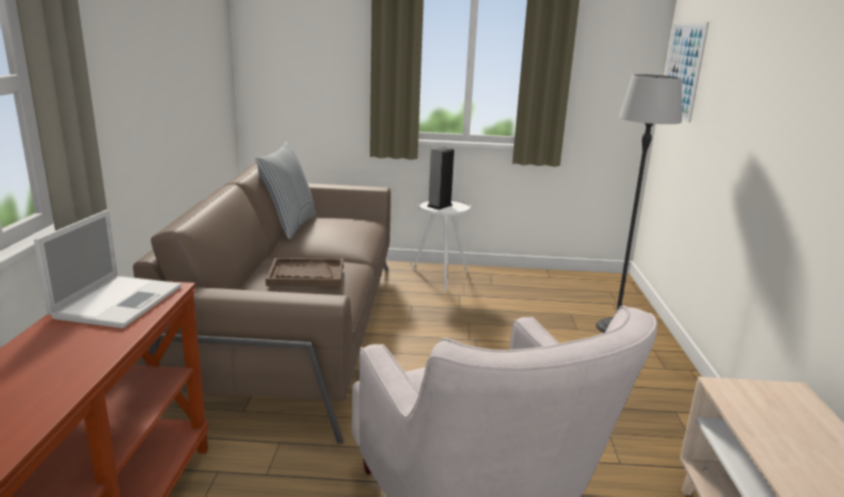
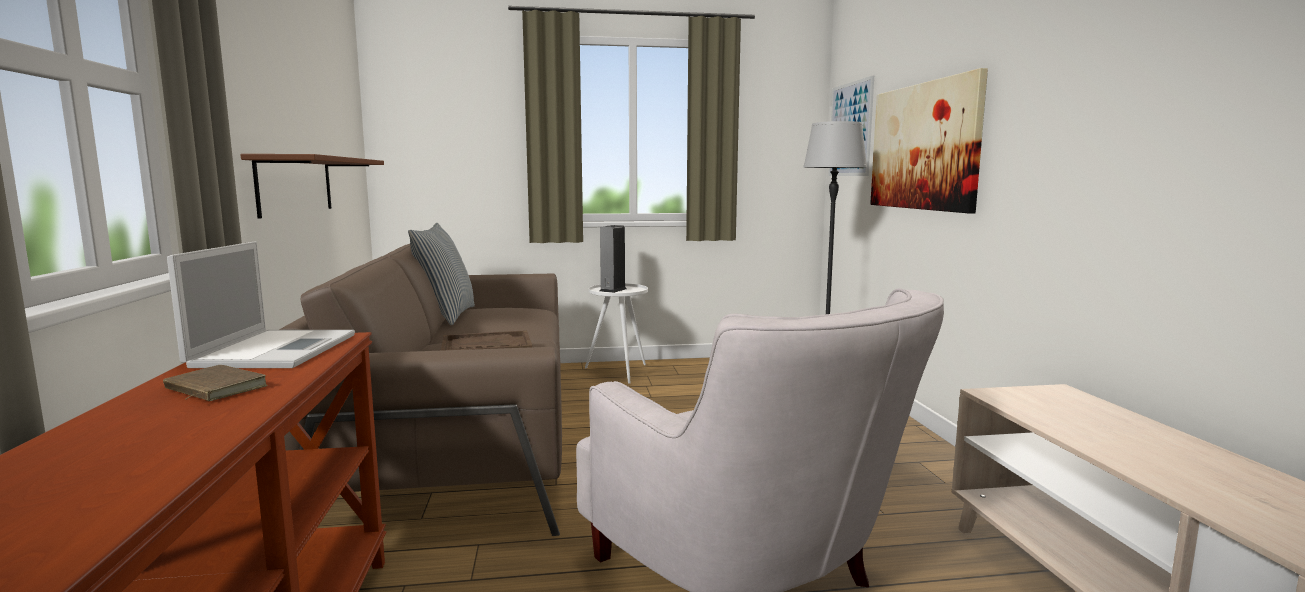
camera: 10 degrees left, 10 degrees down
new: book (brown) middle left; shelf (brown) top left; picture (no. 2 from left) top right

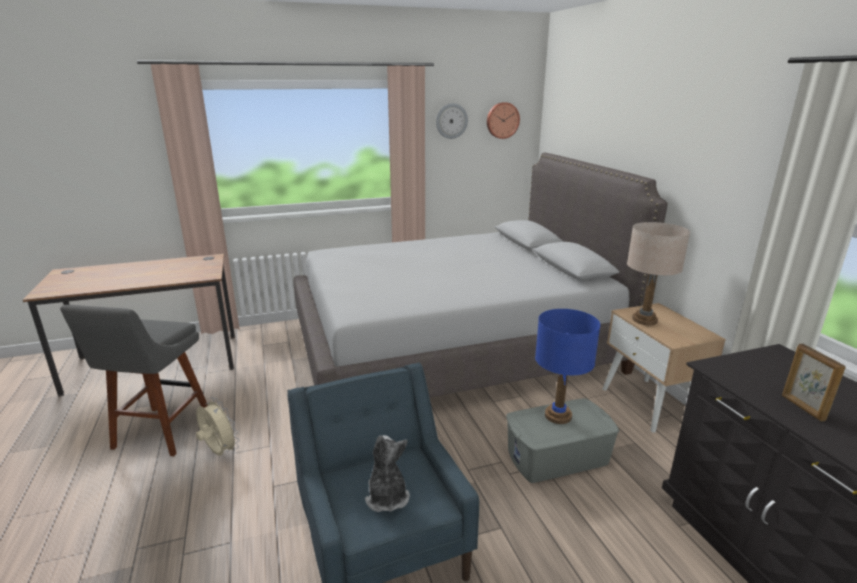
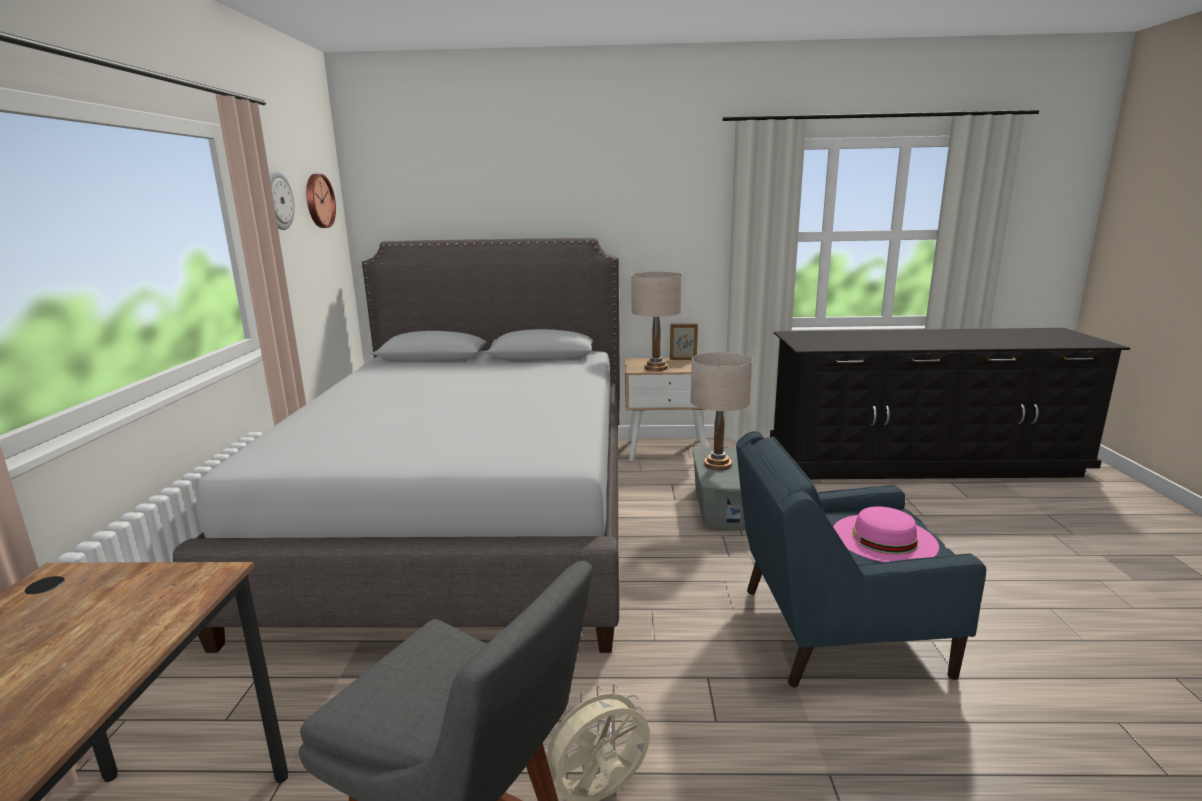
camera: 70 degrees left, 5 degrees down
shifted: picture frame middle right to centre
swapped: plush toy bottom centre to hat (pink) bottom right
repainted: table lamp (blue) centre to table lamp (beige) (no. 2 from left) centre

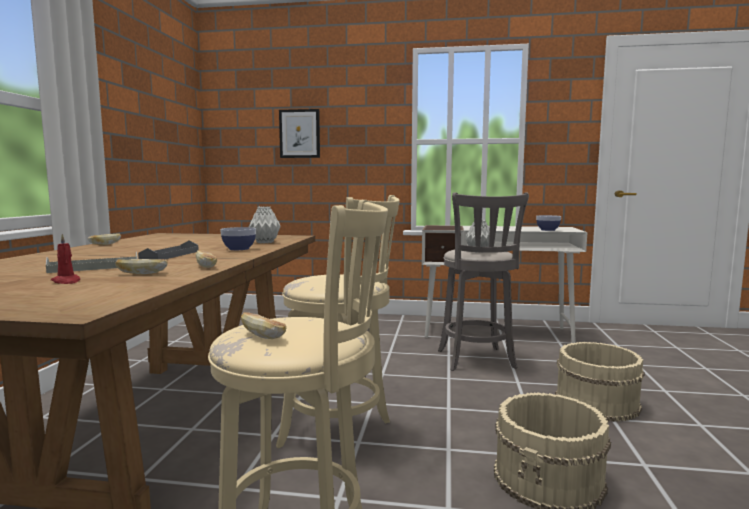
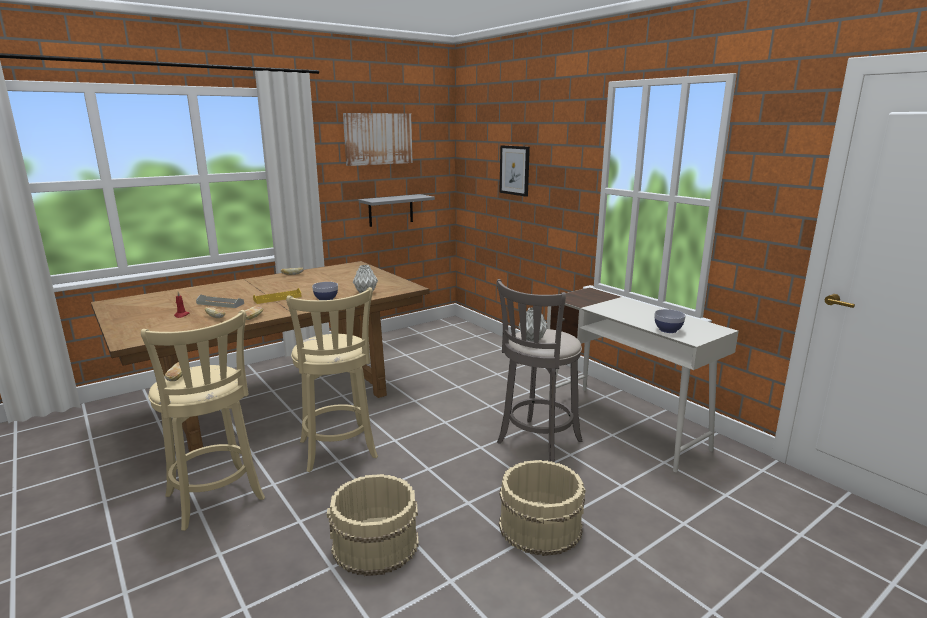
camera: 45 degrees right, 10 degrees up
new: picture (no. 1 from left) top centre; shelf (grey) centre
repainted: tray (grey) (no. 2 from left) middle left to tray (yellow) middle left

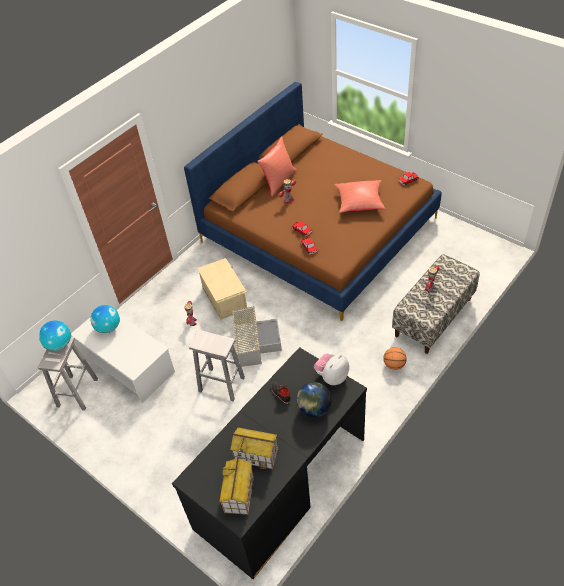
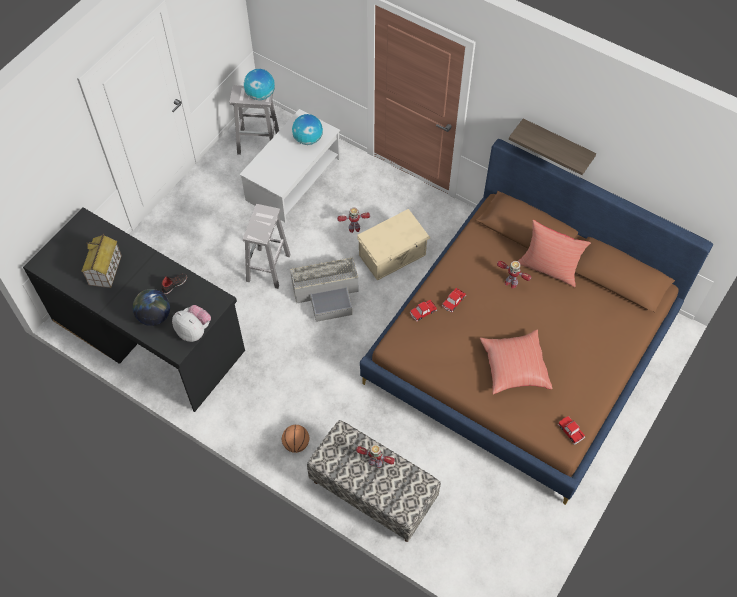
camera: 80 degrees right, 10 degrees up
gone: toy house (no. 1 from left) bottom centre
new: shelf top right

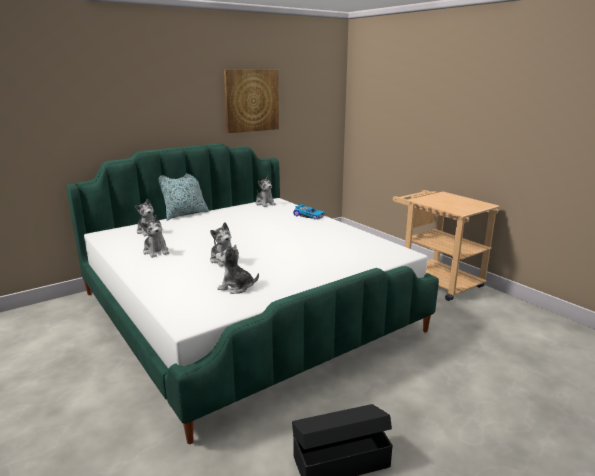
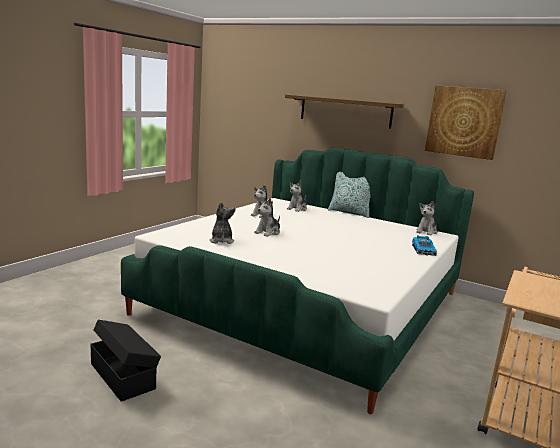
camera: 65 degrees right, 5 degrees down
new: shelf top centre

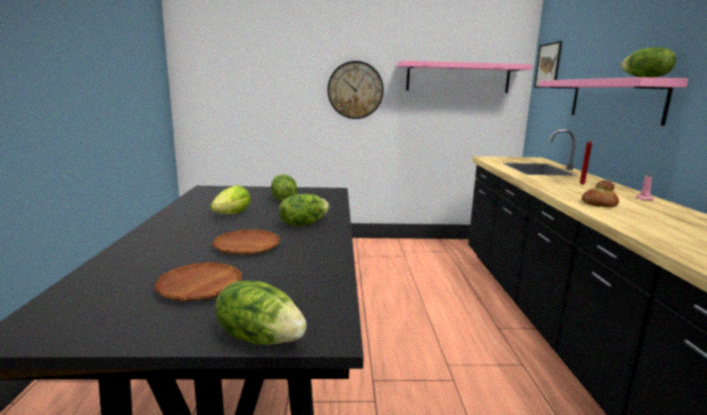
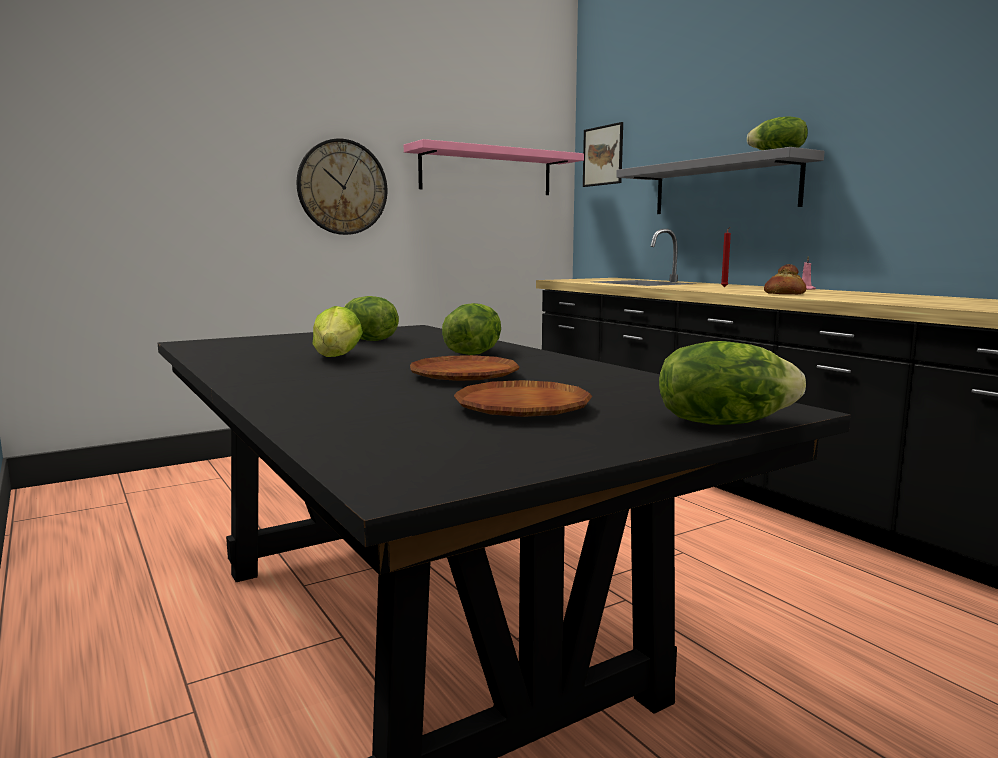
camera: 30 degrees left, 5 degrees down
repainted: shelf (pink) (no. 2 from left) top right to shelf (grey) top right

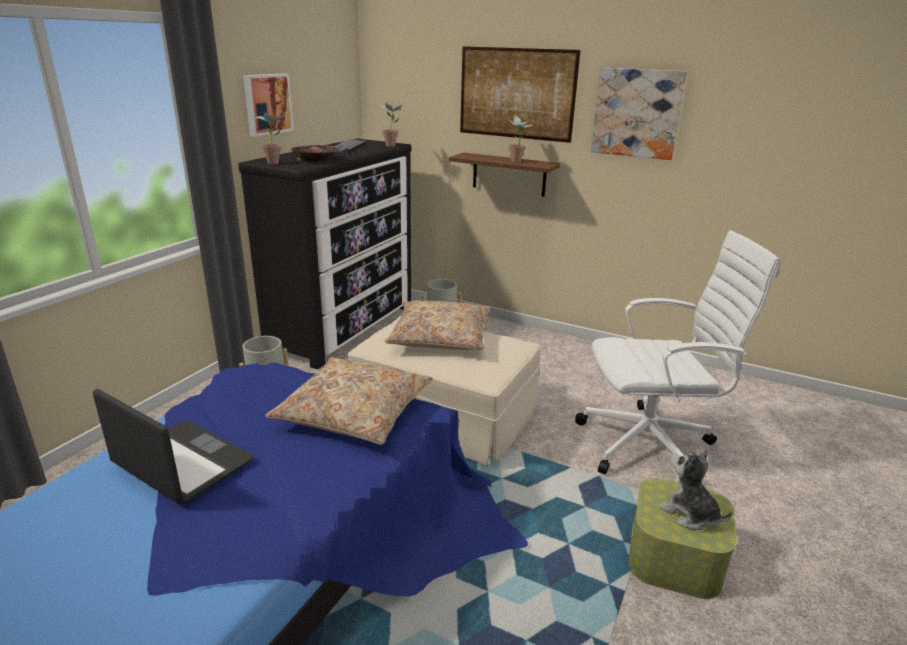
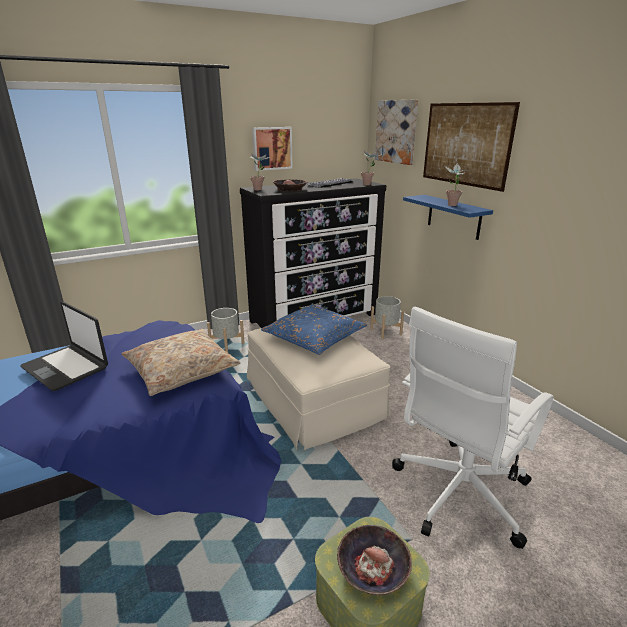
camera: 35 degrees right, 0 degrees up
shifted: picture (no. 3 from left in the first image) top right to picture (no. 2 from left) top centre
swapped: plush toy bottom right to bowl (no. 2 from left) bottom centre
repainted: pillow (beige) (no. 2 from left) centre to pillow (blue) centre; shelf (brown) top centre to shelf (blue) middle right
rotated: laptop bottom left = middle left 150 degrees clockwise; office chair (white) middle right = bottom right 105 degrees clockwise

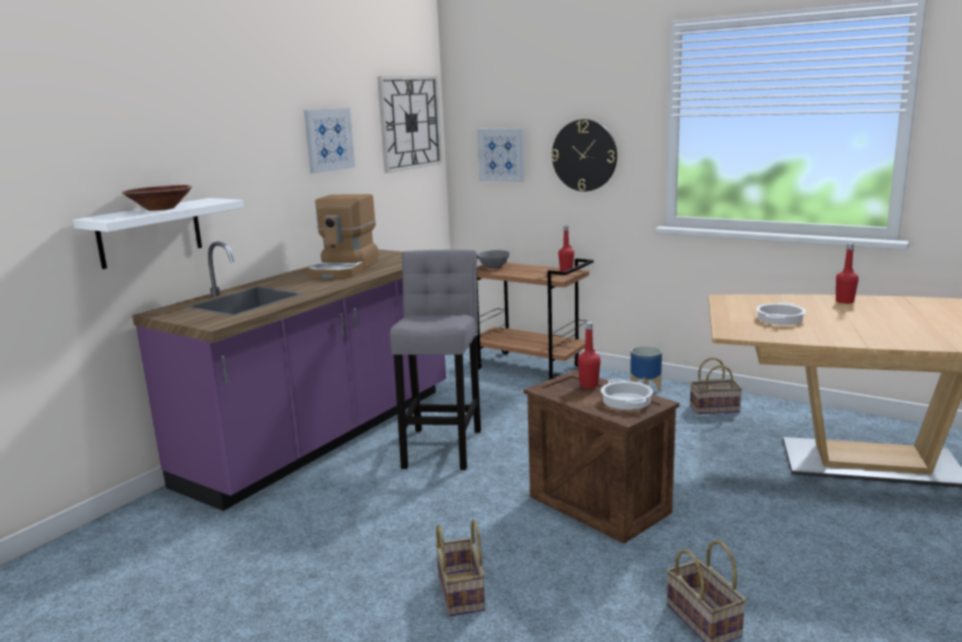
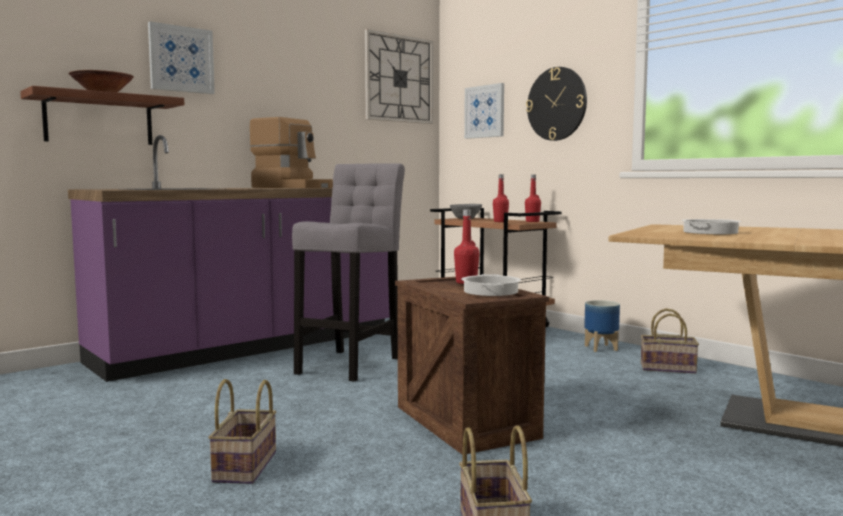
camera: 15 degrees right, 10 degrees down
shifted: picture (no. 1 from left) top centre to top left; bottle (red) (no. 3 from left in the first image) middle right to bottle (red) (no. 2 from left) centre
repainted: shelf (white) middle left to shelf (brown) top left
rotated: coffee machine centre = top centre 90 degrees counterclockwise

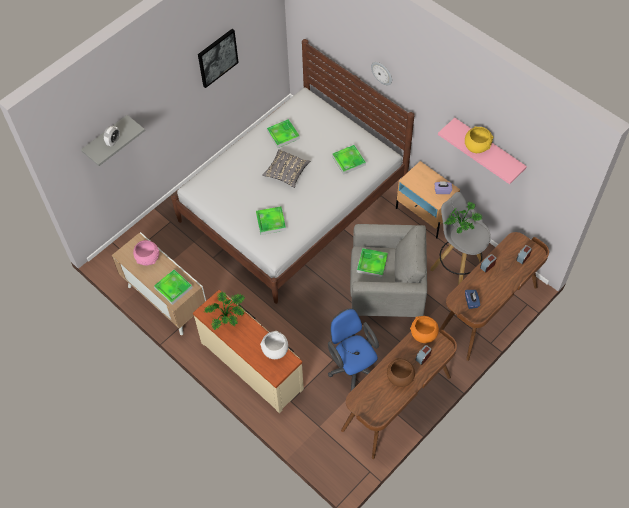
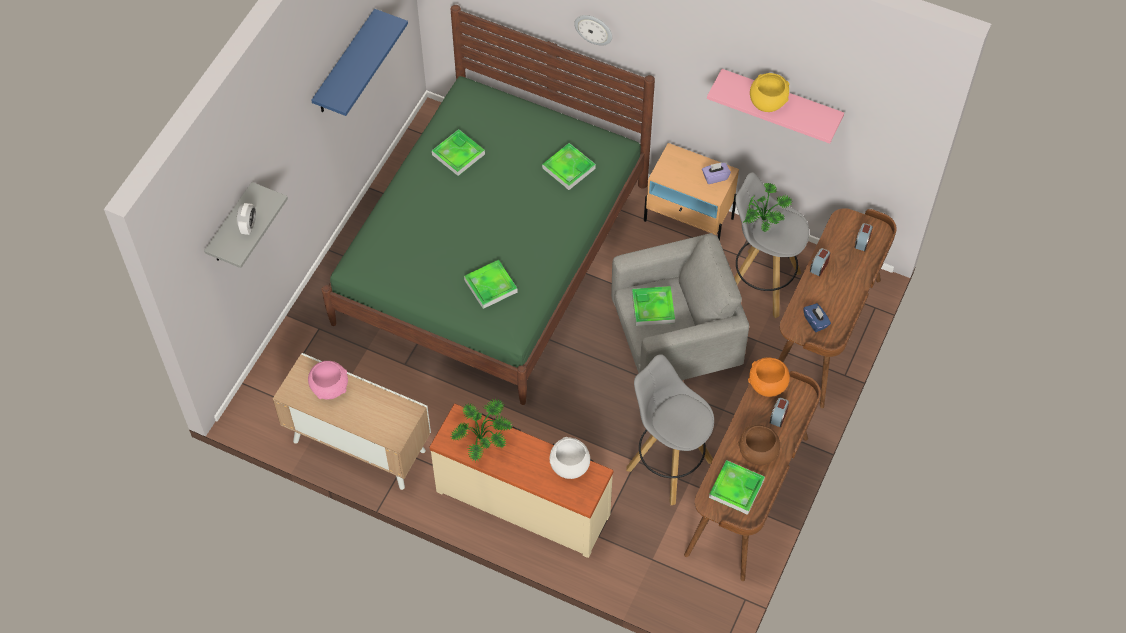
camera: 20 degrees left, 0 degrees up
gone: pillow (grey) top centre
shifted: tray (no. 1 from left in the first image) middle left to tray (no. 5 from left) bottom centre
swapped: picture top centre to shelf (blue) top left; office chair (blue) bottom centre to stool (grey) (no. 1 from left) bottom centre
repainted: bed (white) centre to bed (green) top centre

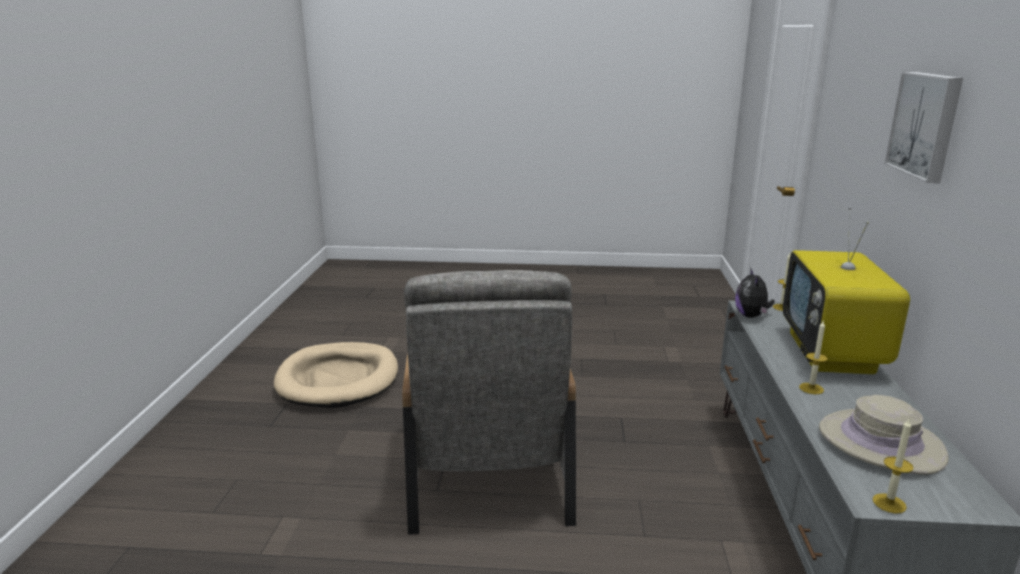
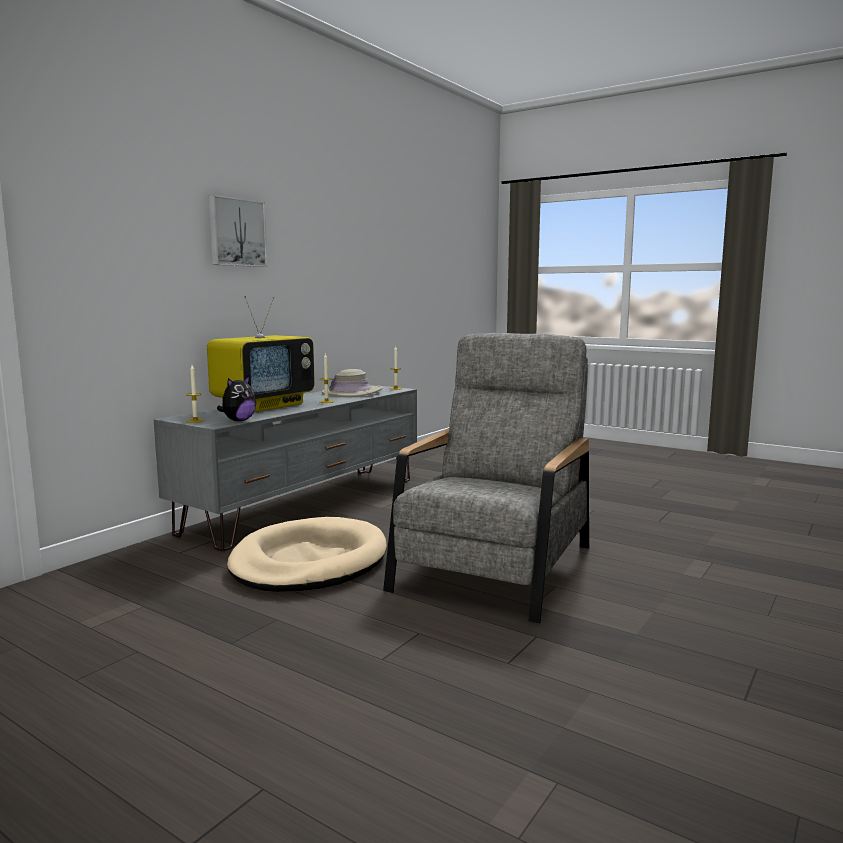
camera: 150 degrees left, 10 degrees down
shifted: dog bed (beige) middle left to centre

